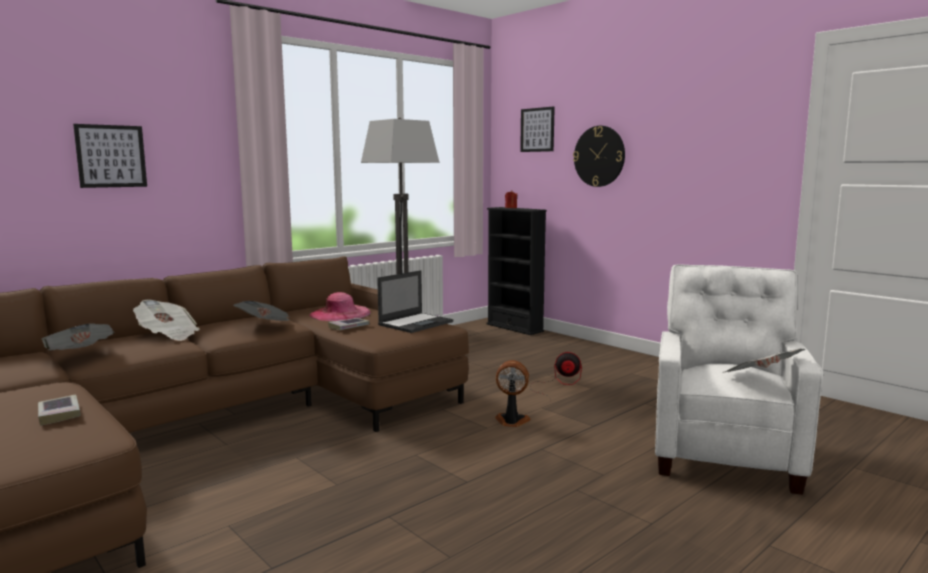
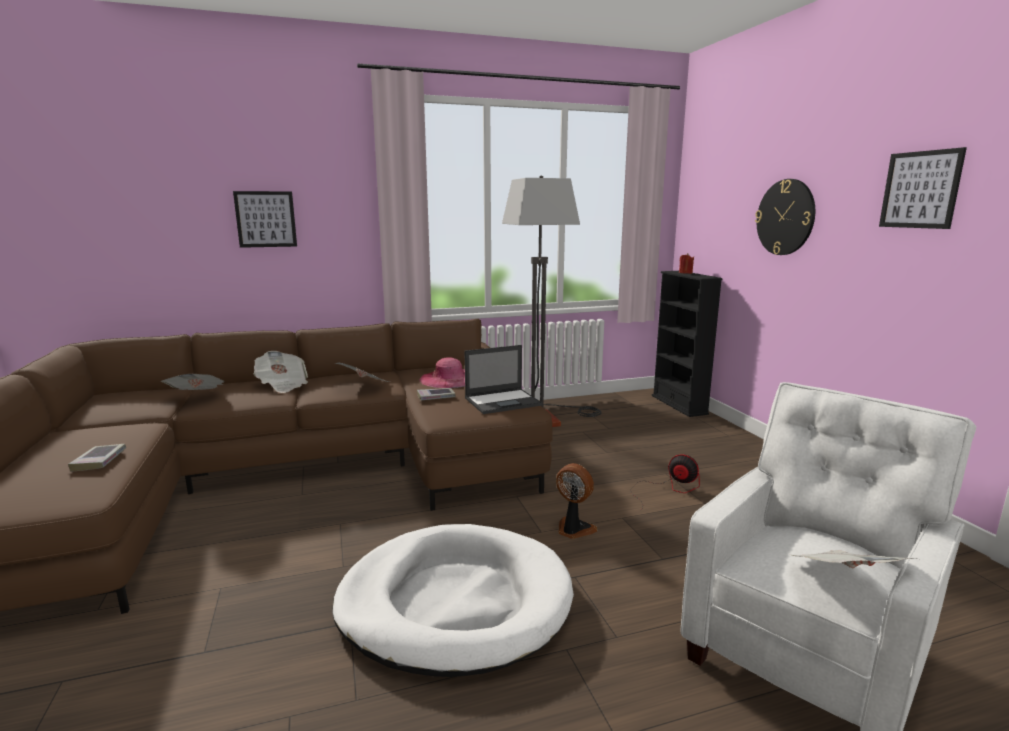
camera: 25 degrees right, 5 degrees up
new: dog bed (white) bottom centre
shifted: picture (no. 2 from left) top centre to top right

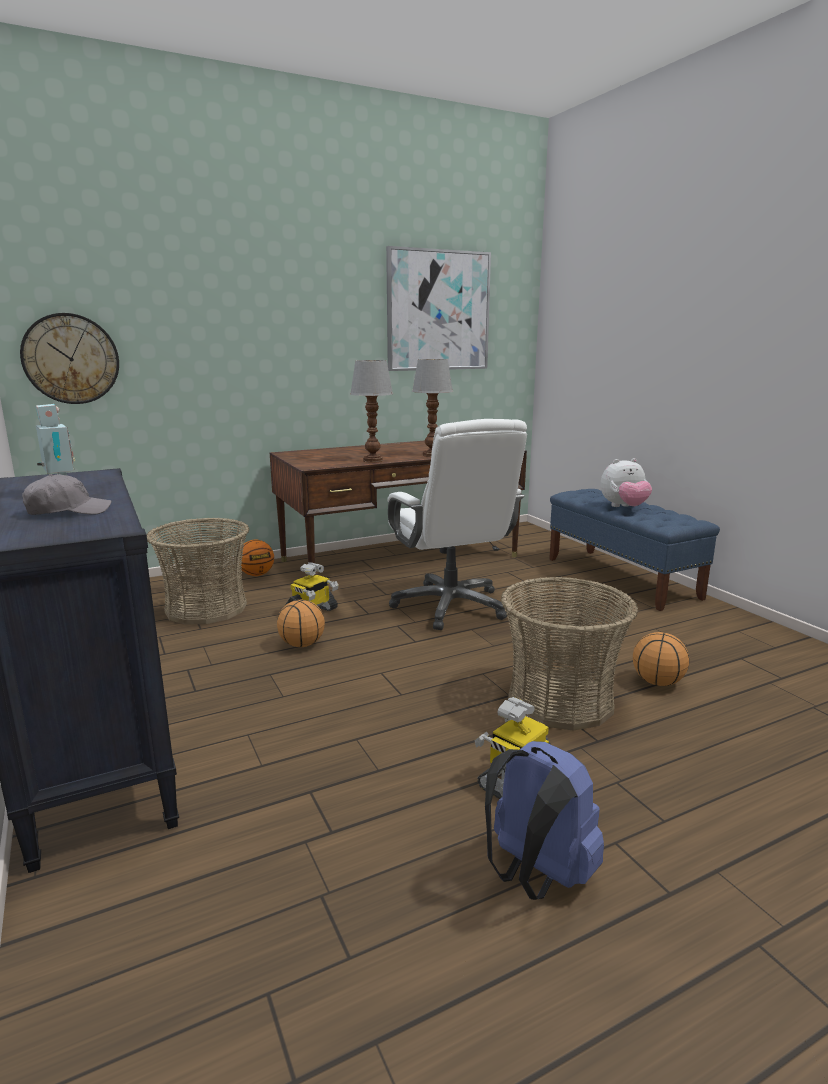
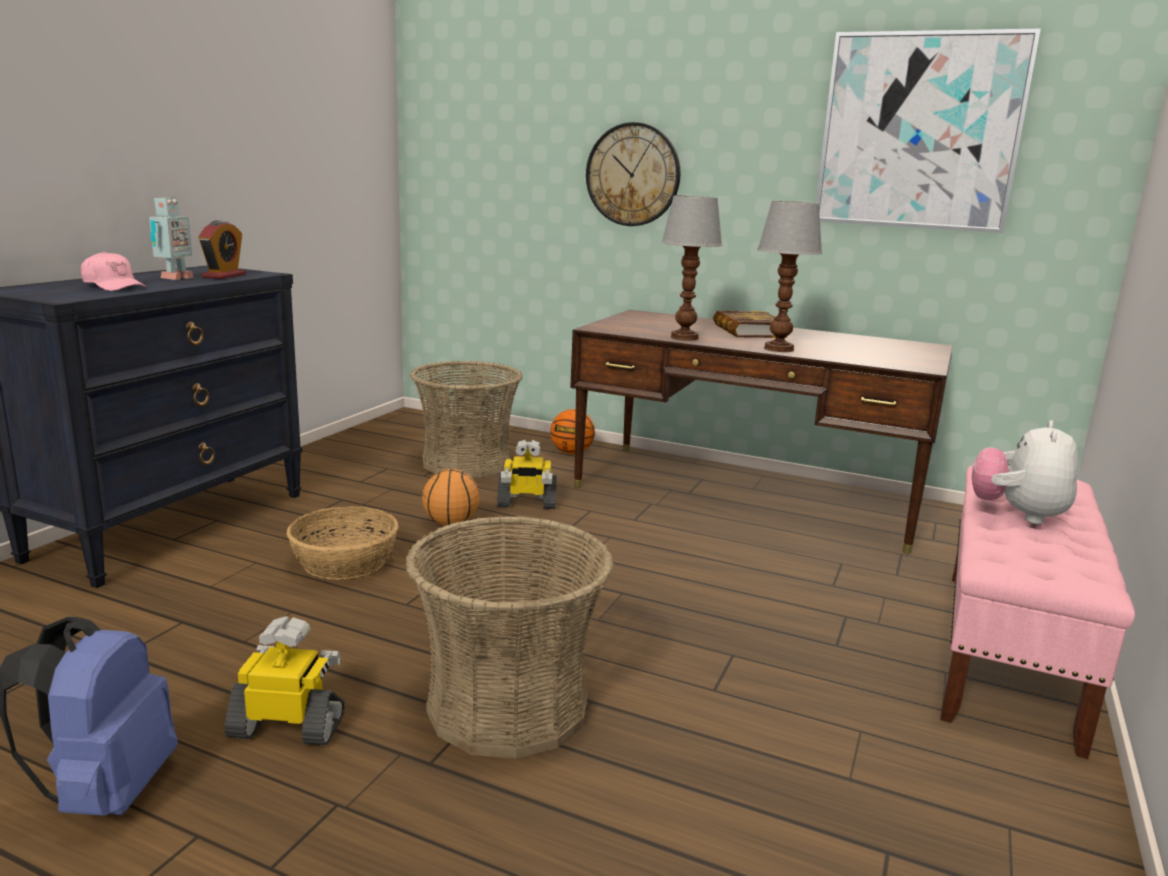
camera: 50 degrees right, 0 degrees up
gone: office chair (white) centre; basketball (no. 3 from left) middle right
new: alarm clock top left; basket (no. 1 from left) middle left; book centre
shifted: wall clock top left to top centre
repainted: cap (grey) middle left to cap (pink) top left; bench (blue) middle right to bench (pink) bottom right
rotated: plush toy middle right = middle right 75 degrees clockwise

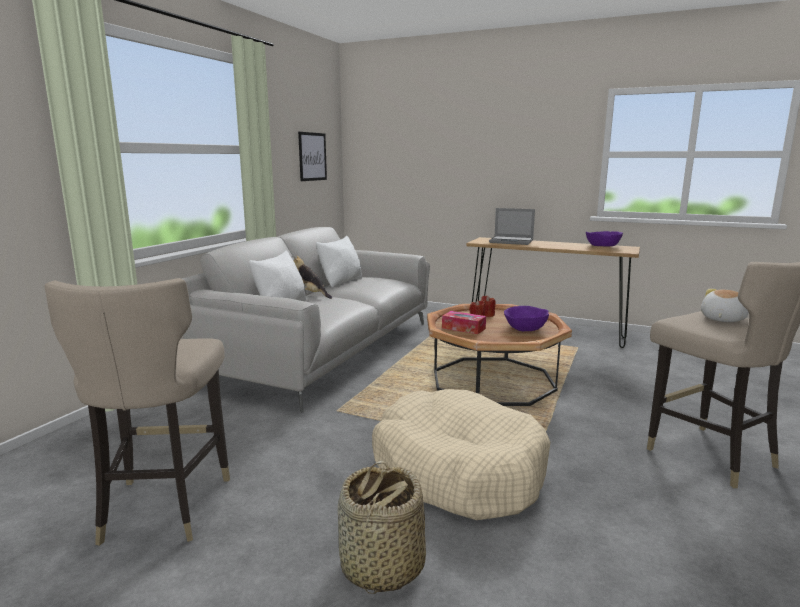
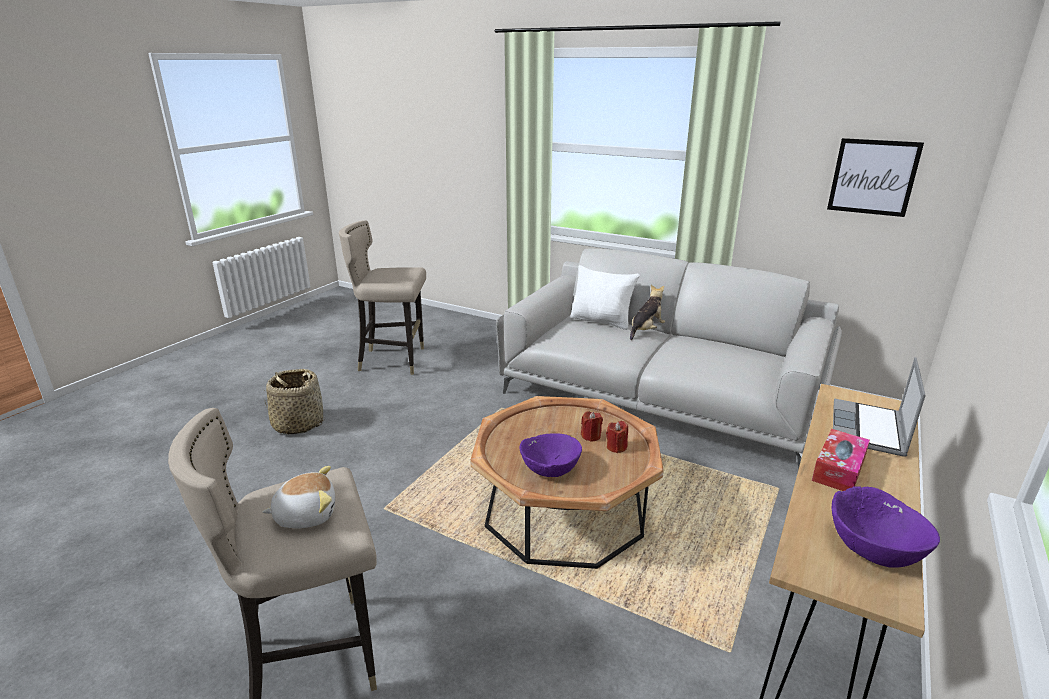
camera: 95 degrees right, 10 degrees up
gone: pillow (white) (no. 2 from left) centre; dog bed (beige) bottom centre
shifted: tissue box centre to middle right
rotated: plush toy (no. 2 from left in the first image) middle right = bottom left 60 degrees counterclockwise

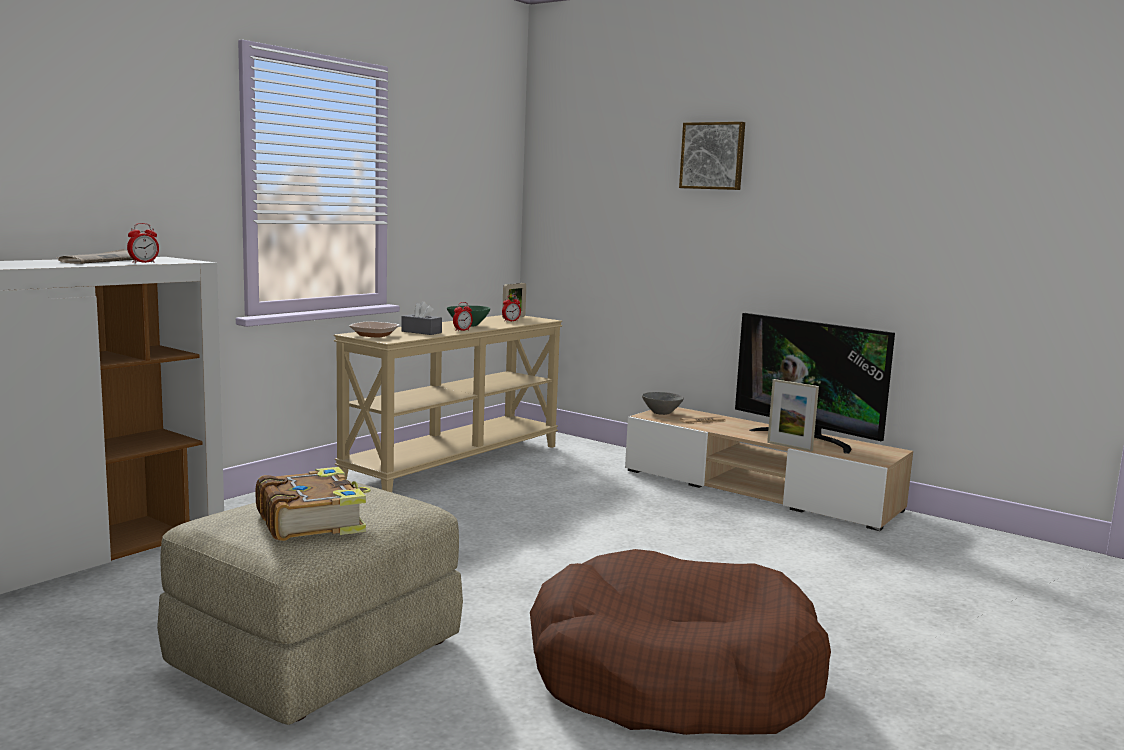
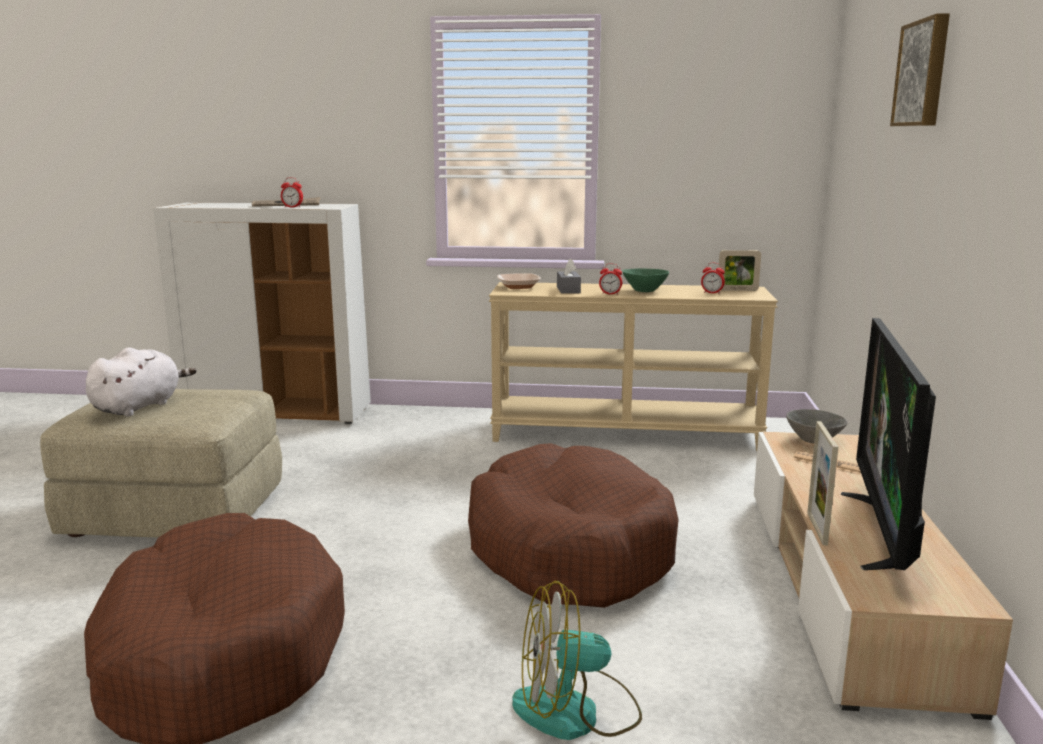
camera: 60 degrees right, 5 degrees up
new: dog bed (brown) (no. 2 from left) bottom centre; fan bottom centre
swapped: book bottom left to plush toy (white) middle left

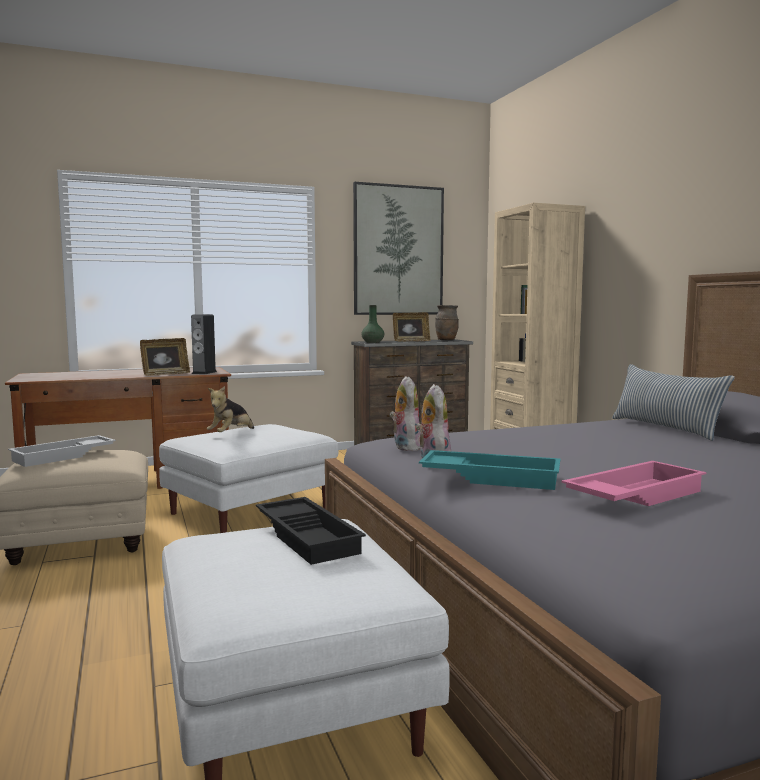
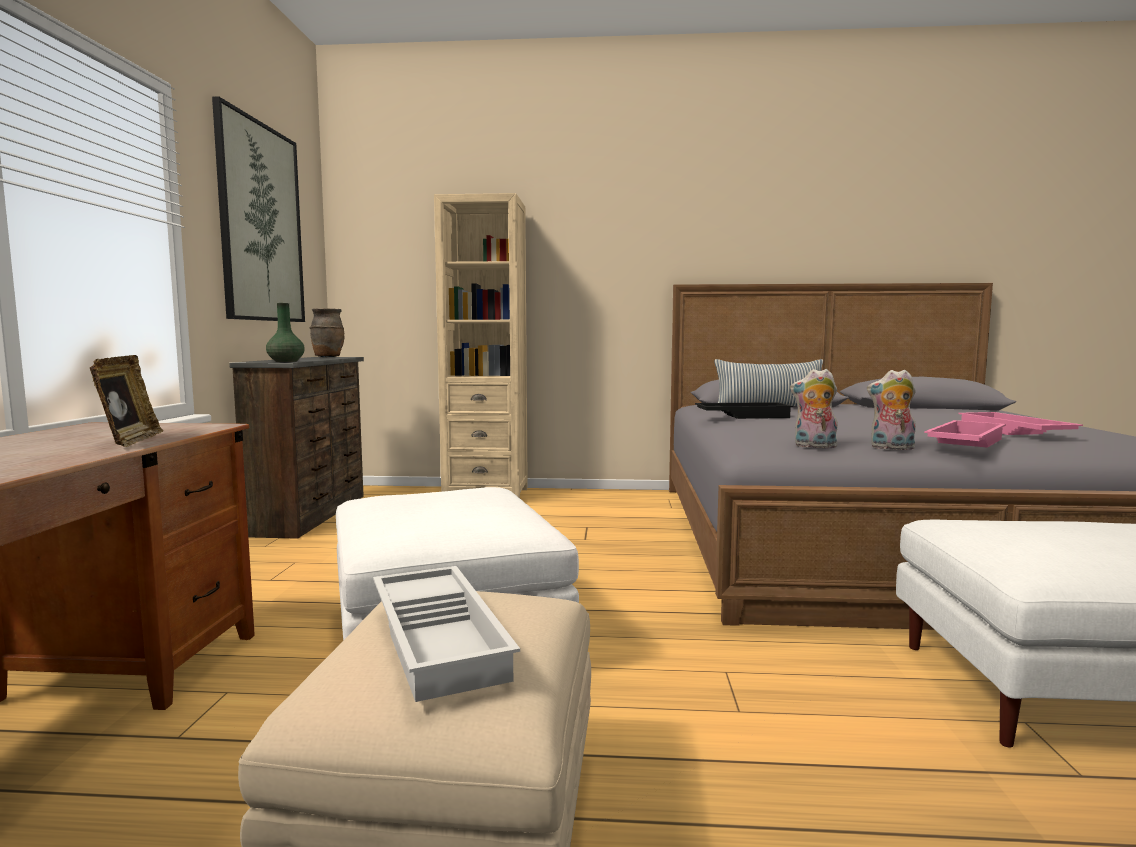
camera: 65 degrees left, 0 degrees up
gone: speaker middle left; plush toy (no. 1 from left) middle left; picture frame (no. 2 from left) centre
shifted: tray (black) bottom centre to centre
repainted: tray (turquoise) centre to tray (pink) (no. 1 from left) middle right

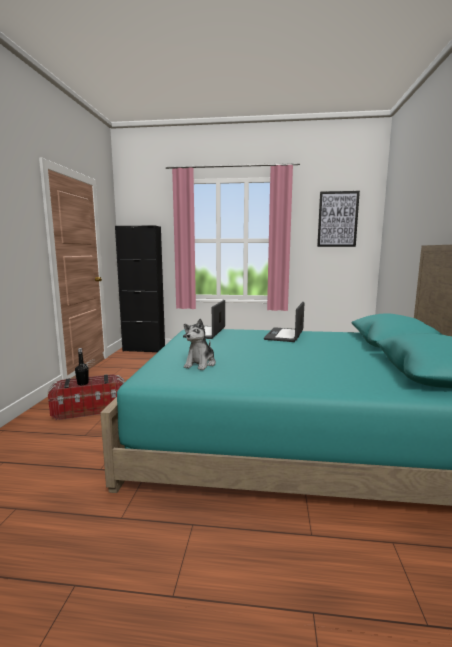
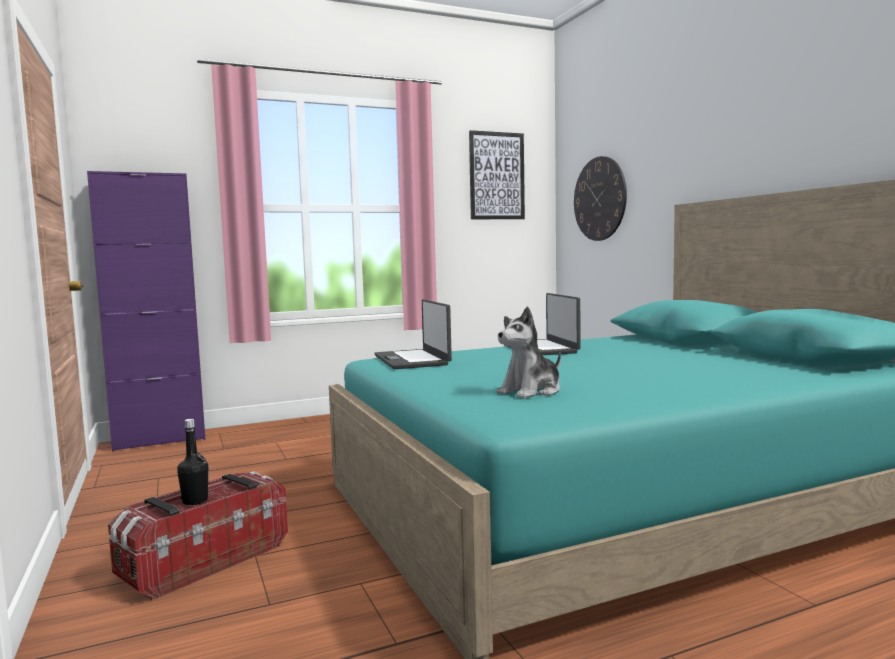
camera: 30 degrees left, 5 degrees down
new: wall clock top right
repainted: cabinet (black) middle left to cabinet (purple) middle left
rotated: plush toy centre = centre 60 degrees clockwise

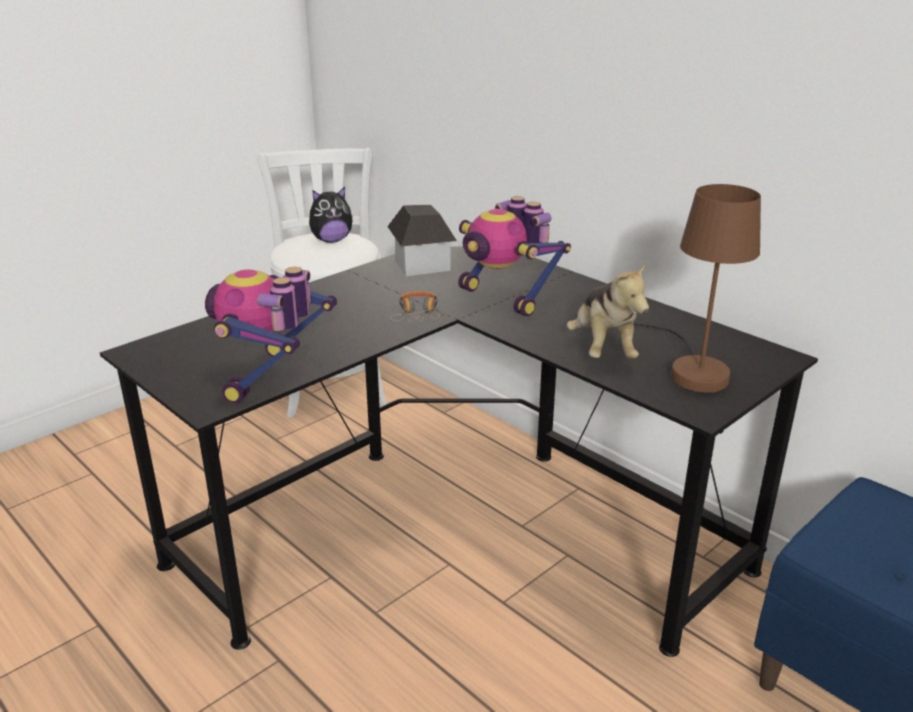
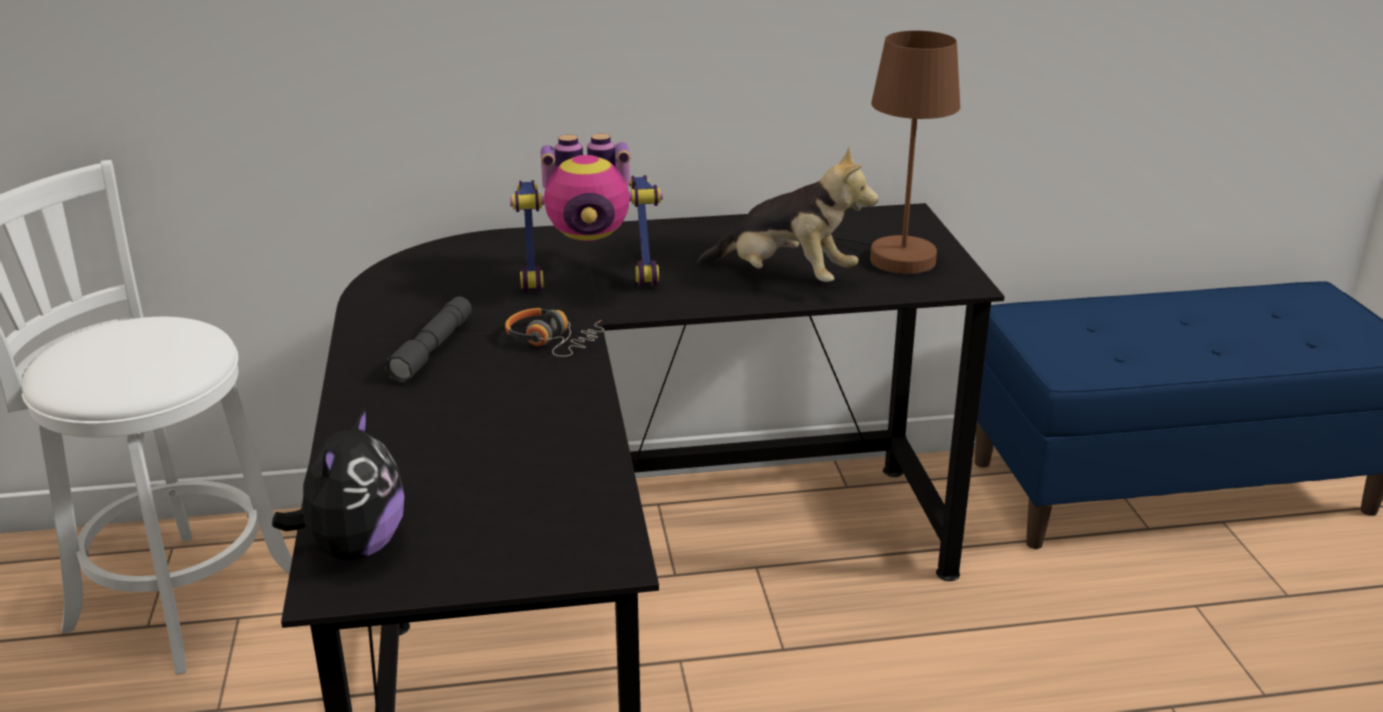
camera: 55 degrees left, 0 degrees up
gone: toy robot (no. 1 from left) middle left; toy house centre
new: flashlight (grey) middle left
shifted: plush toy (no. 1 from left) top centre to bottom left

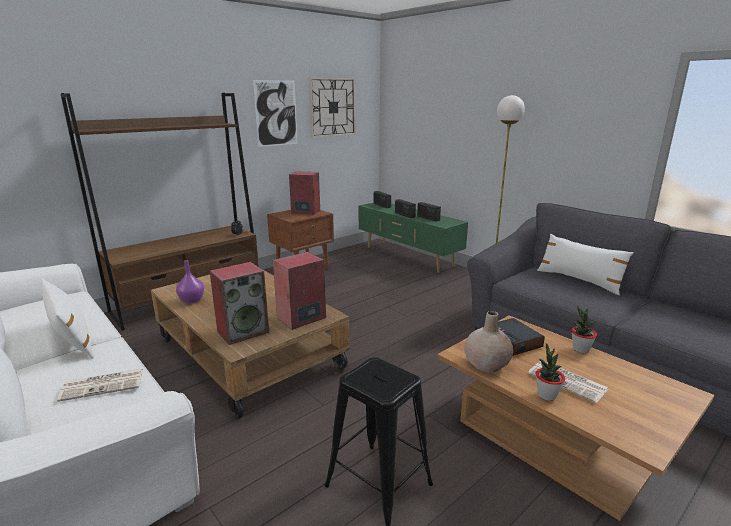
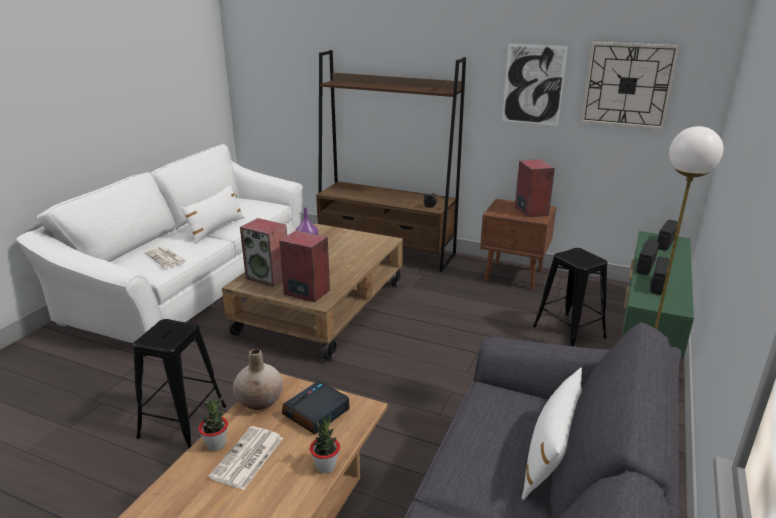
camera: 65 degrees right, 5 degrees up
new: stool (black) (no. 2 from left) middle right

